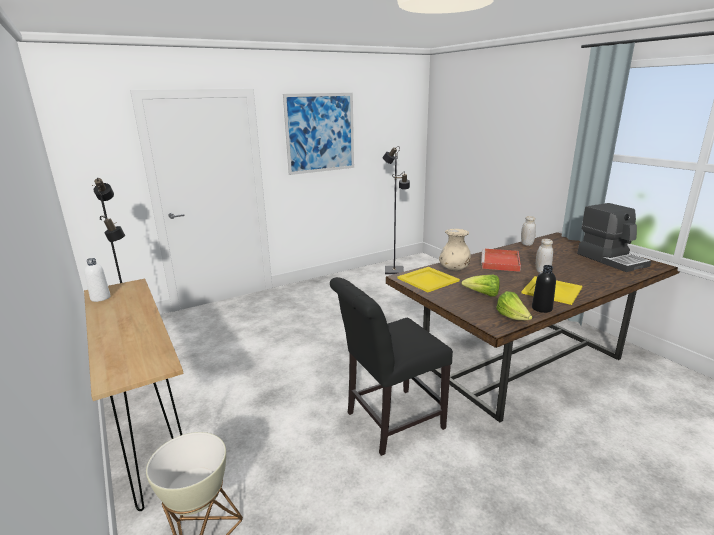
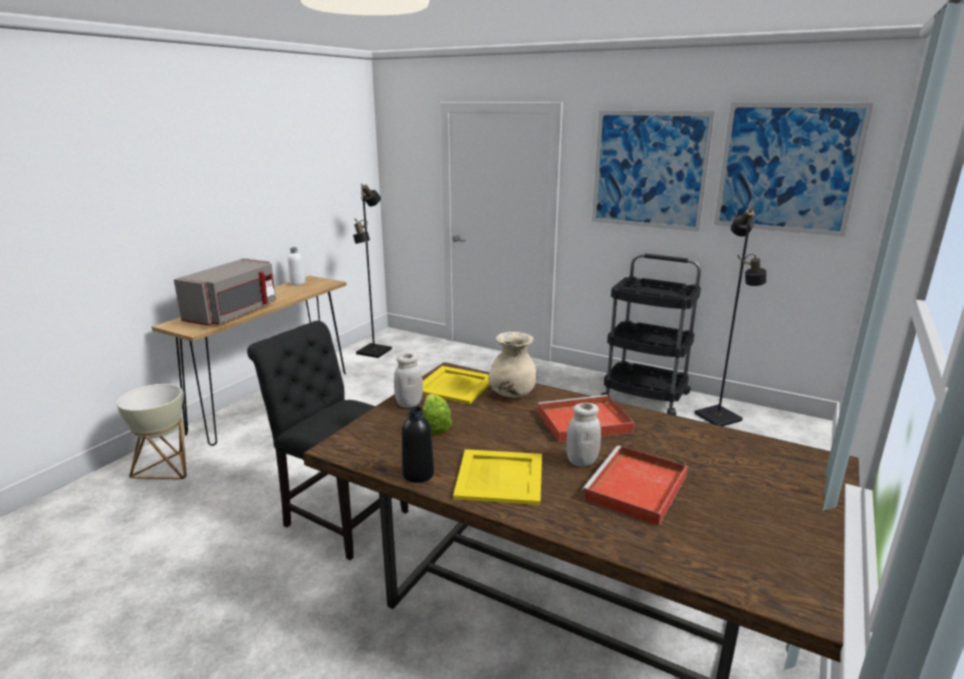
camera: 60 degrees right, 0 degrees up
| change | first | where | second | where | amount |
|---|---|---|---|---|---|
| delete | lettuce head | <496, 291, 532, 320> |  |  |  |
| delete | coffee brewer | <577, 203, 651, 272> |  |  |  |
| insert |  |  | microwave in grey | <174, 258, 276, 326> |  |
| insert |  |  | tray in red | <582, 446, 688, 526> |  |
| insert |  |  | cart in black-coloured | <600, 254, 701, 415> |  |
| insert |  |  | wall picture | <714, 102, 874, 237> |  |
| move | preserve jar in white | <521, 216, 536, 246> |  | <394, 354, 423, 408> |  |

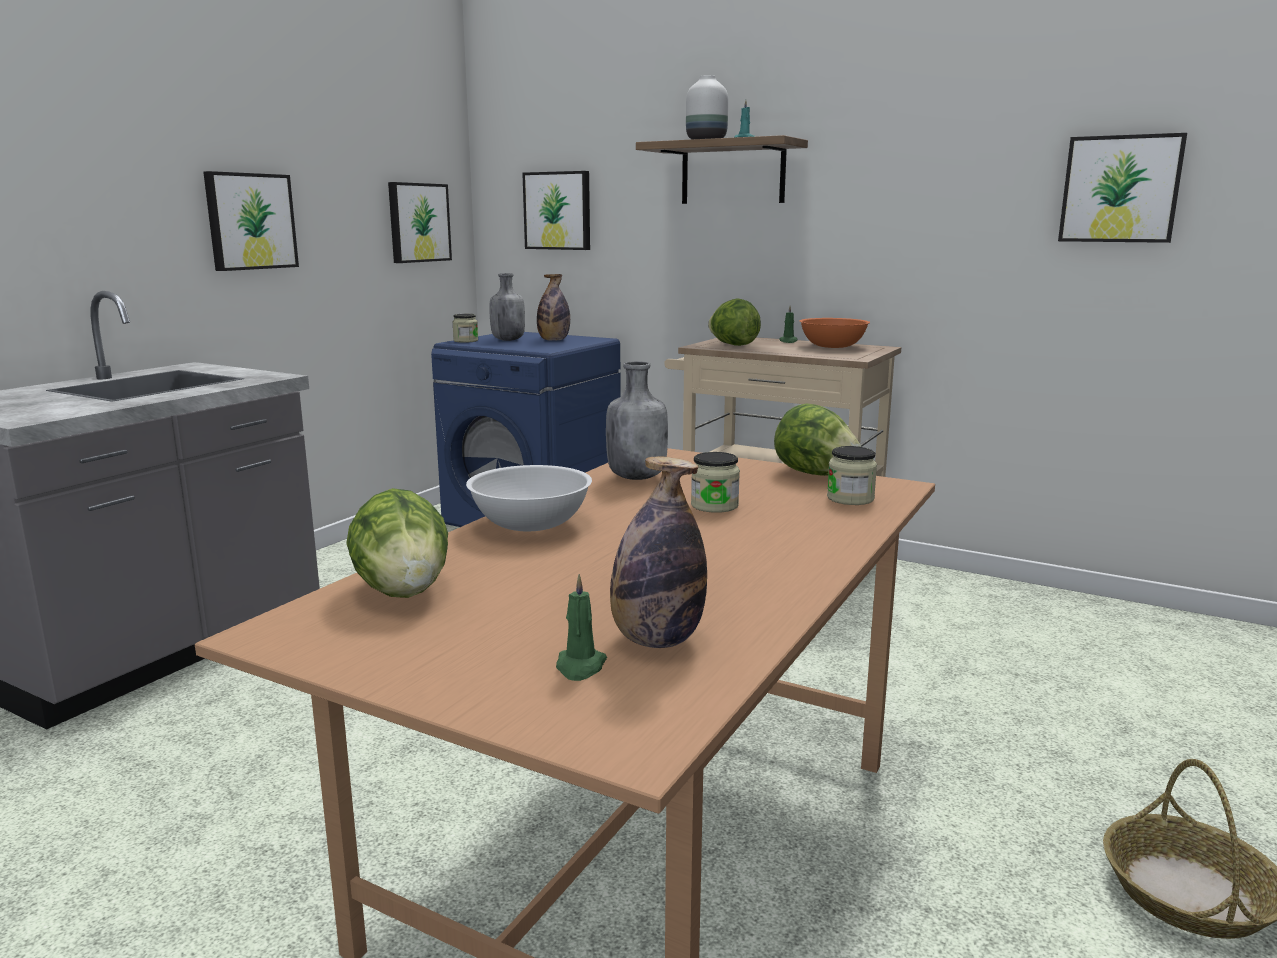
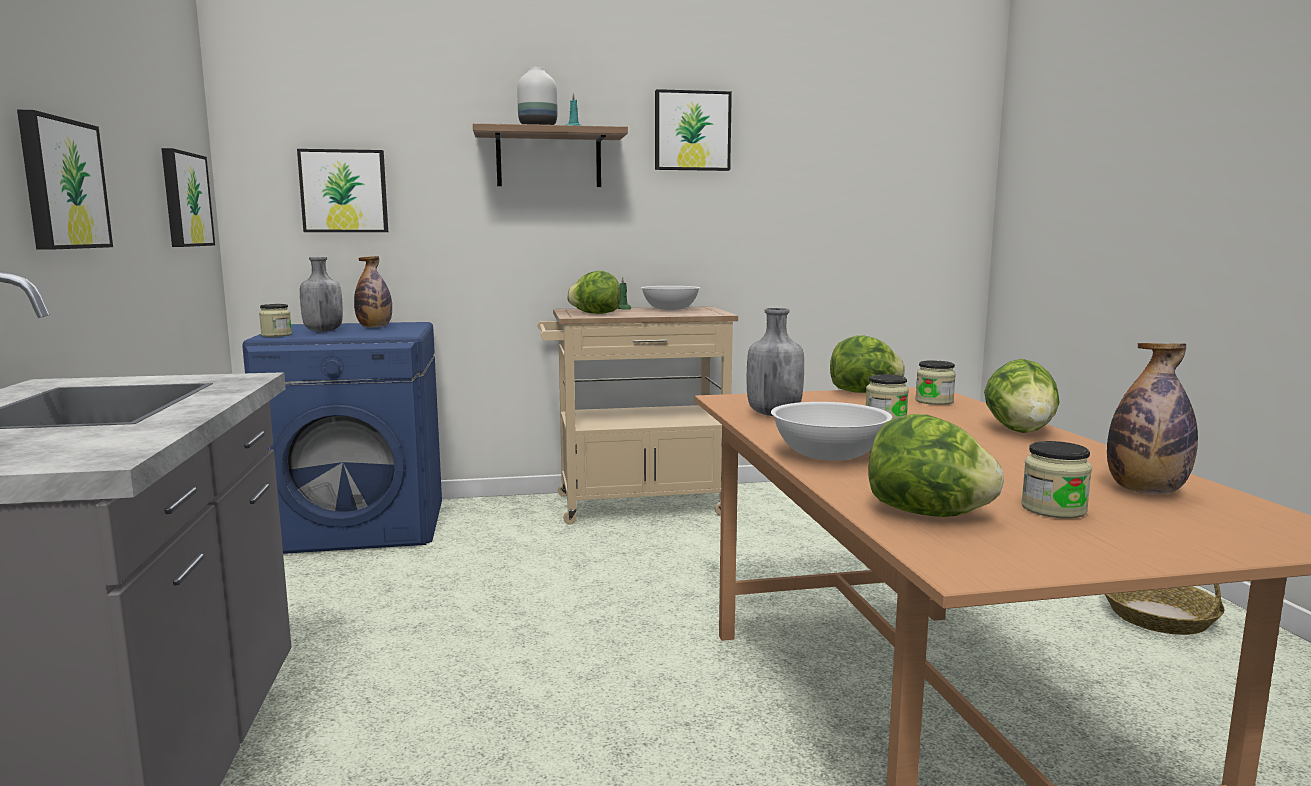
camera: 40 degrees left, 5 degrees down
| change | first | where | second | where | amount |
|---|---|---|---|---|---|
| delete | wax light in green | <556, 574, 607, 681> |  |  |  |
| insert |  |  | lettuce head | <984, 359, 1059, 433> |  |
| insert |  |  | preserve jar | <1021, 441, 1092, 519> |  |
| move | wall picture | <1058, 133, 1187, 243> |  | <655, 89, 732, 171> |  |
| recolor | serving bowl in orangey | <800, 318, 870, 348> | serving bowl in white | <641, 286, 700, 310> |  |

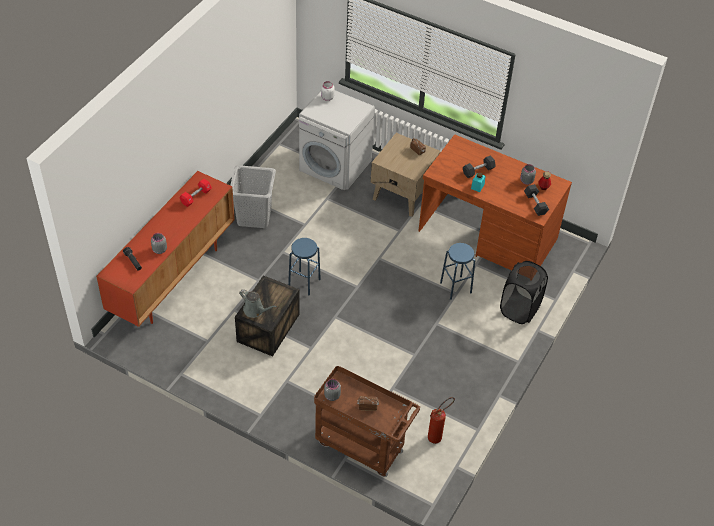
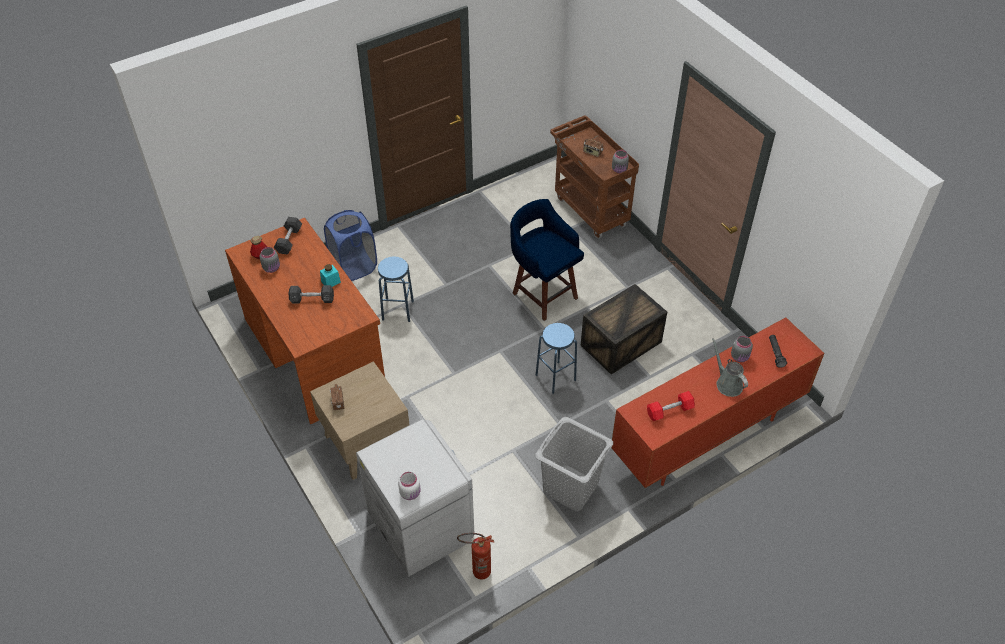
camera: 150 degrees left, 0 degrees up
| change | first | where | second | where | amount |
|---|---|---|---|---|---|
| insert |  |  | sitting stool in blue | <510, 199, 584, 321> |  |
| move | sprinkling can in grey | <239, 289, 277, 318> |  | <712, 338, 748, 397> |  |
| move | fire-fighting cylinder | <428, 397, 455, 444> |  | <457, 533, 494, 580> |  |
| recolor | washing basket in black-coloured | <500, 261, 548, 324> | washing basket in blue | <324, 210, 377, 281> |  |

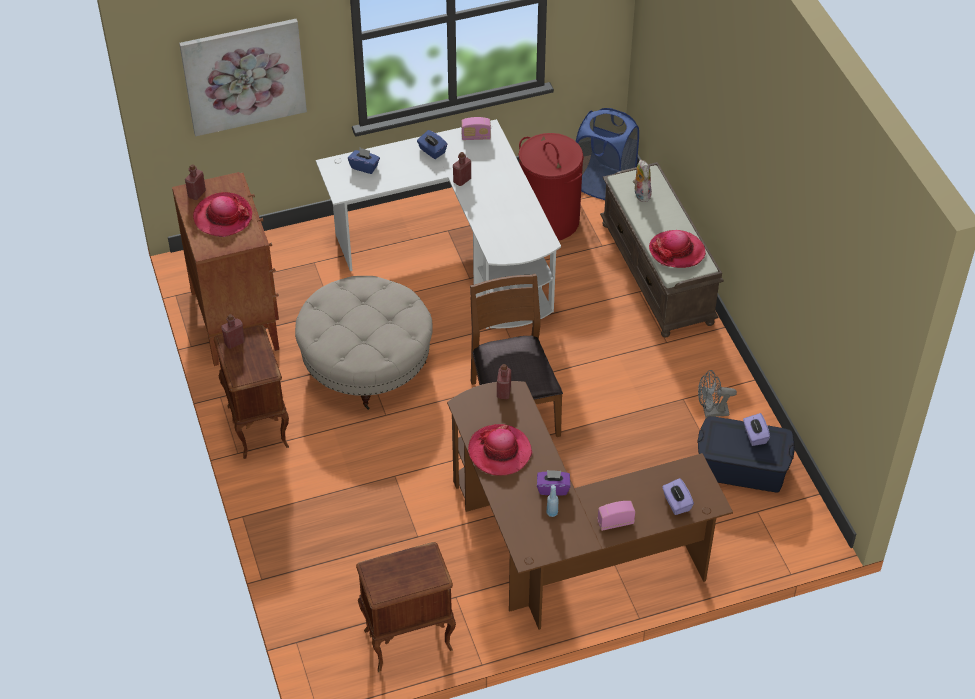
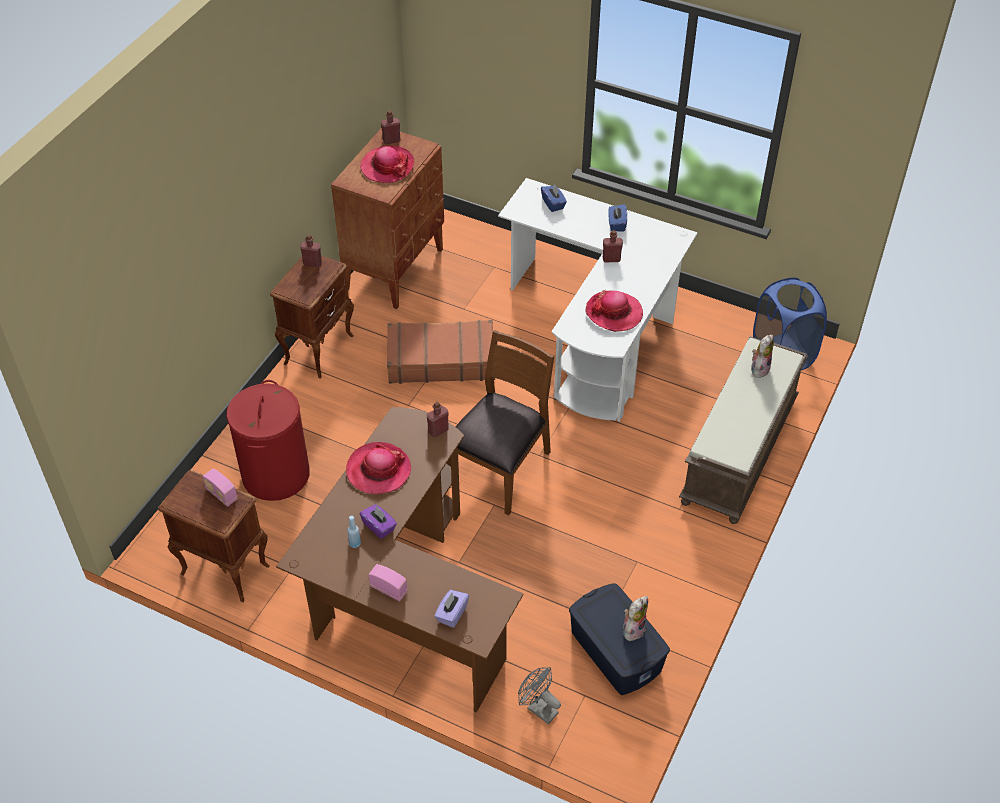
camera: 45 degrees right, 0 degrees up
| change | first | where | second | where | amount |
|---|---|---|---|---|---|
| delete | wall picture | <179, 19, 307, 136> |  |  |  |
| move | radio set | <461, 117, 491, 140> |  | <202, 469, 238, 507> |  |
| move | washing basket in red | <518, 133, 584, 241> |  | <226, 380, 310, 501> |  |
| move | clothing hat | <649, 230, 706, 268> |  | <585, 290, 643, 332> |  |
| move | electric fan in grey | <698, 370, 737, 417> |  | <518, 667, 561, 724> |  |
| replace | footrest in beige | <295, 276, 433, 410> | piece of luggage in brown | <387, 320, 495, 384> |  |
| replace | tissue box in purplish | <743, 413, 770, 446> | plush toy | <623, 596, 648, 641> |  |

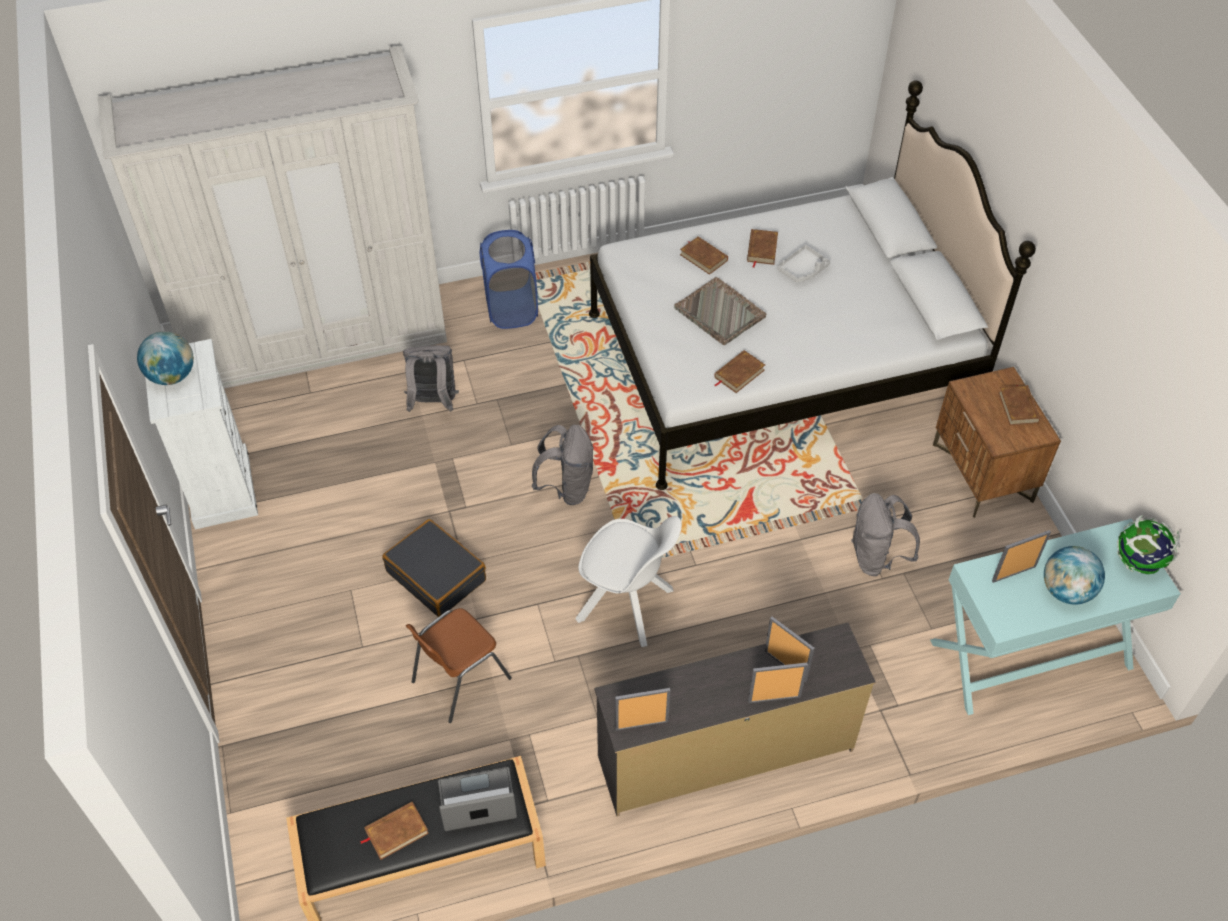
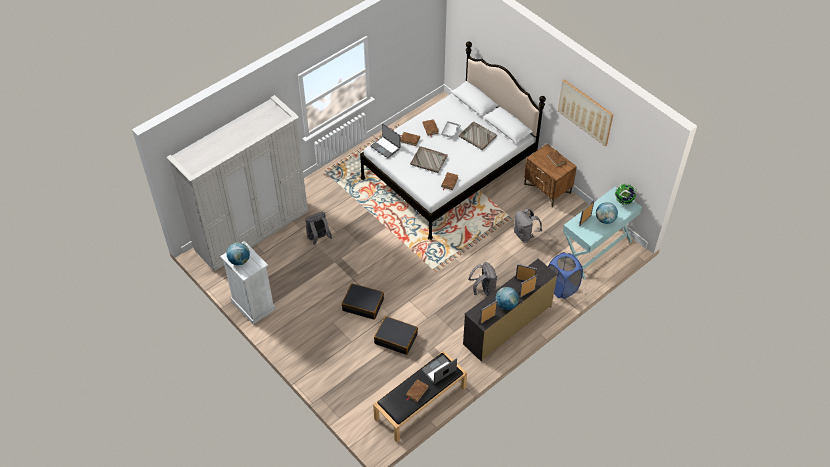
camera: 25 degrees left, 0 degrees up
| change | first | where | second | where | amount |
|---|---|---|---|---|---|
| delete | chair in white | <575, 516, 682, 647> |  |  |  |
| insert |  |  | laptop | <371, 124, 401, 158> |  |
| insert |  |  | tray in grey | <459, 121, 497, 150> |  |
| insert |  |  | desk globe | <496, 287, 519, 310> |  |
| insert |  |  | wall picture | <558, 79, 613, 146> |  |
| move | washing basket in blue | <480, 230, 538, 329> |  | <548, 252, 583, 299> |  |
| move | knapsack in grey | <532, 425, 594, 505> |  | <468, 262, 497, 296> |  |
| replace | chair in brown | <406, 608, 512, 723> | piece of luggage in black-coloured | <374, 316, 418, 355> |  |

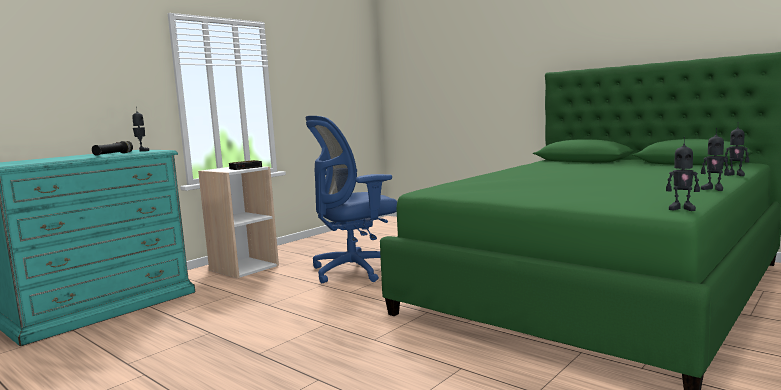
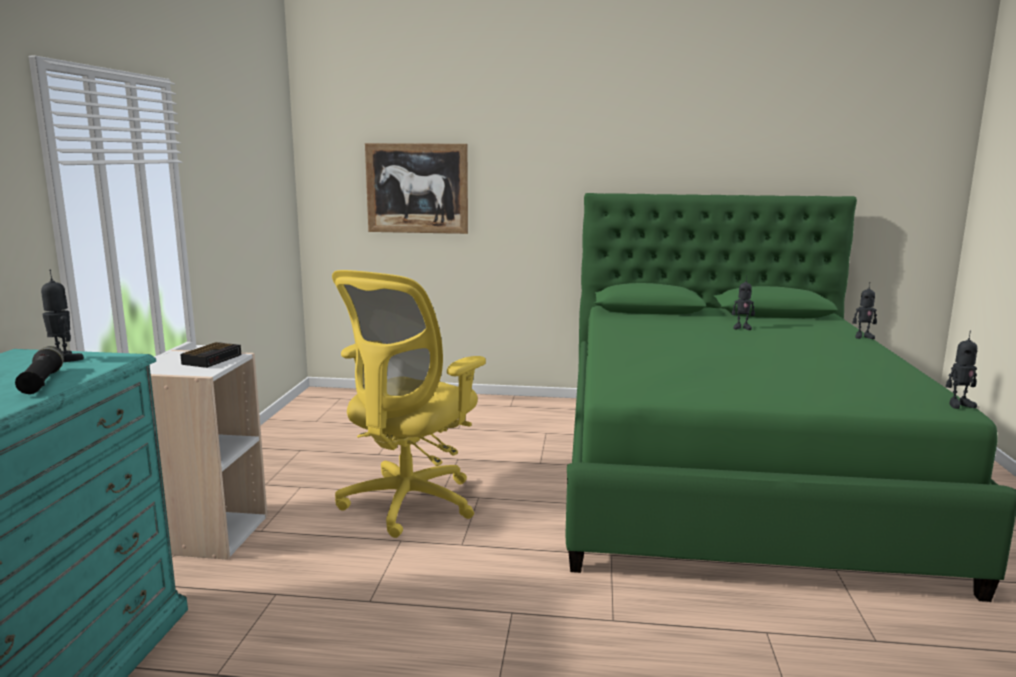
camera: 35 degrees left, 5 degrees up
| change | first | where | second | where | amount |
|---|---|---|---|---|---|
| insert |  |  | wall picture | <365, 143, 468, 234> |  |
| move | robot figure | <701, 128, 729, 191> |  | <732, 275, 755, 330> |  |
| recolor | office chair in blue | <305, 116, 397, 283> | office chair in yellow-coloured | <332, 270, 486, 538> |  |

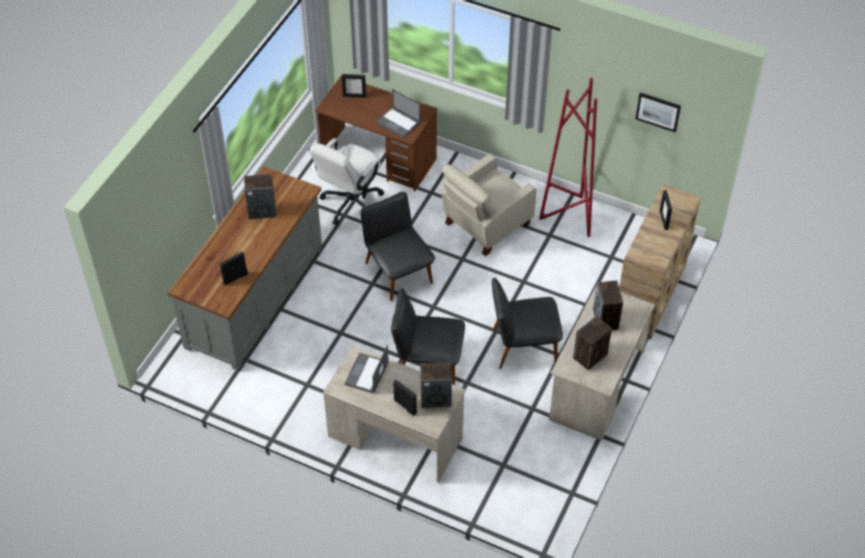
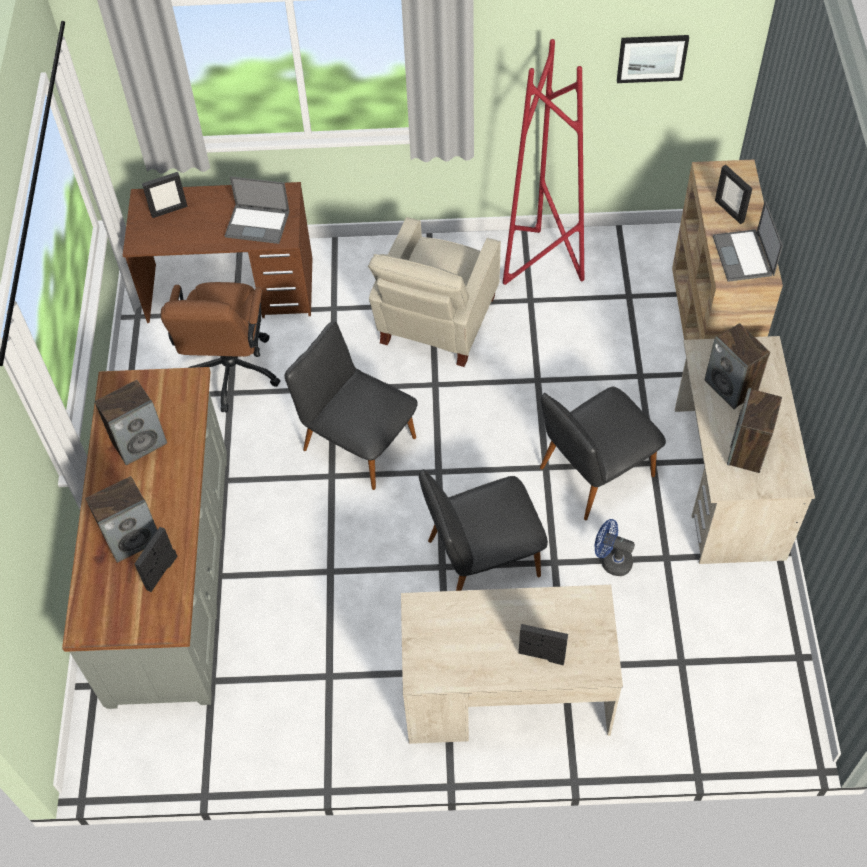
camera: 25 degrees left, 5 degrees up
| change | first | where | second | where | amount |
|---|---|---|---|---|---|
| insert |  |  | electric fan in blue | <594, 519, 635, 576> |  |
| move | laptop | <344, 345, 389, 394> |  | <713, 200, 783, 282> |  |
| move | speaker | <420, 363, 452, 408> |  | <86, 476, 157, 563> |  |
| recolor | office chair in white | <309, 138, 384, 225> | office chair in brown | <161, 282, 280, 413> |  |

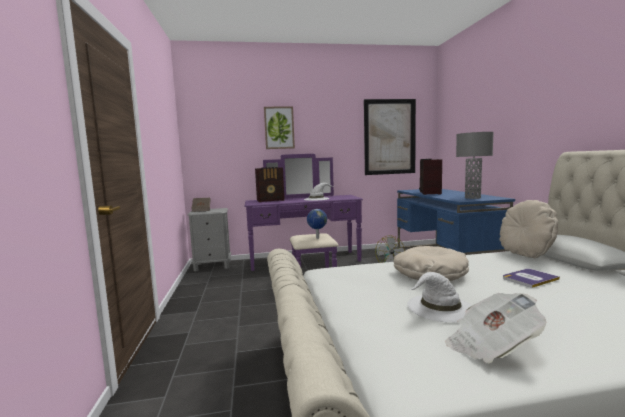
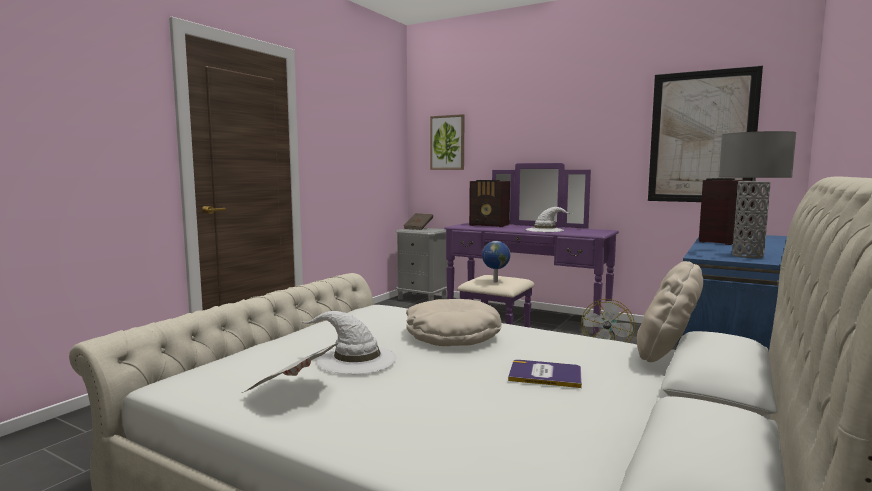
camera: 40 degrees right, 0 degrees up
| change | first | where | second | where | amount |
|---|---|---|---|---|---|
| move | wall picture | <264, 106, 295, 149> |  | <430, 114, 464, 170> |  |

